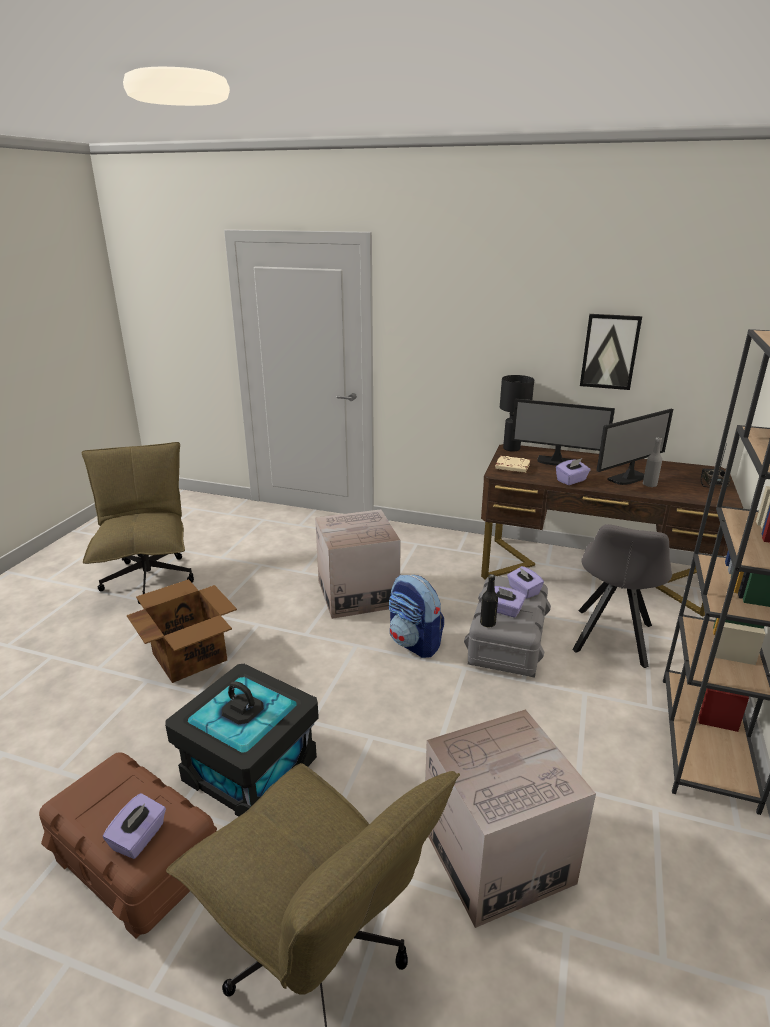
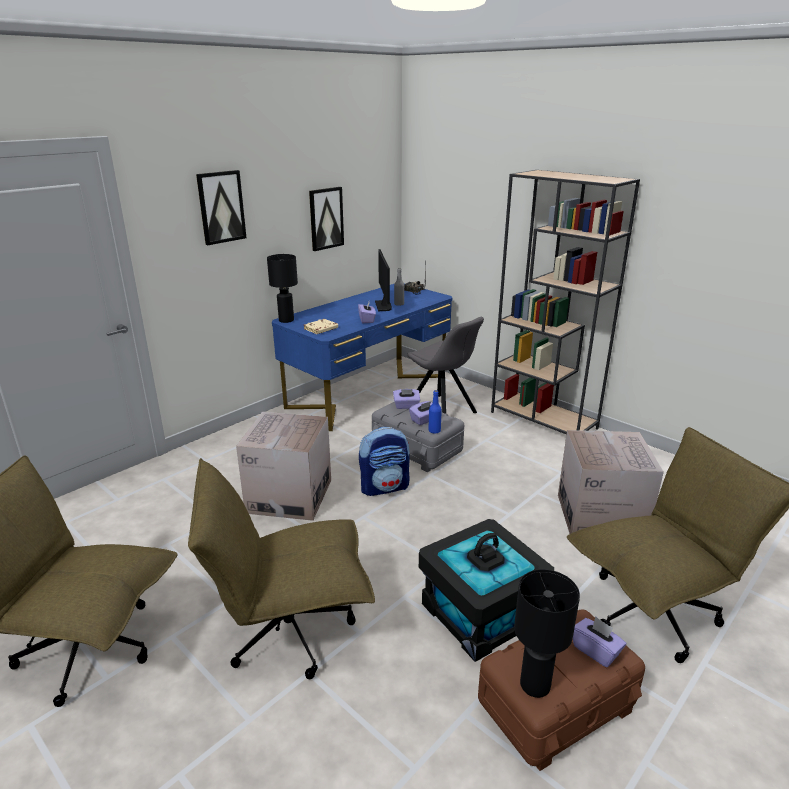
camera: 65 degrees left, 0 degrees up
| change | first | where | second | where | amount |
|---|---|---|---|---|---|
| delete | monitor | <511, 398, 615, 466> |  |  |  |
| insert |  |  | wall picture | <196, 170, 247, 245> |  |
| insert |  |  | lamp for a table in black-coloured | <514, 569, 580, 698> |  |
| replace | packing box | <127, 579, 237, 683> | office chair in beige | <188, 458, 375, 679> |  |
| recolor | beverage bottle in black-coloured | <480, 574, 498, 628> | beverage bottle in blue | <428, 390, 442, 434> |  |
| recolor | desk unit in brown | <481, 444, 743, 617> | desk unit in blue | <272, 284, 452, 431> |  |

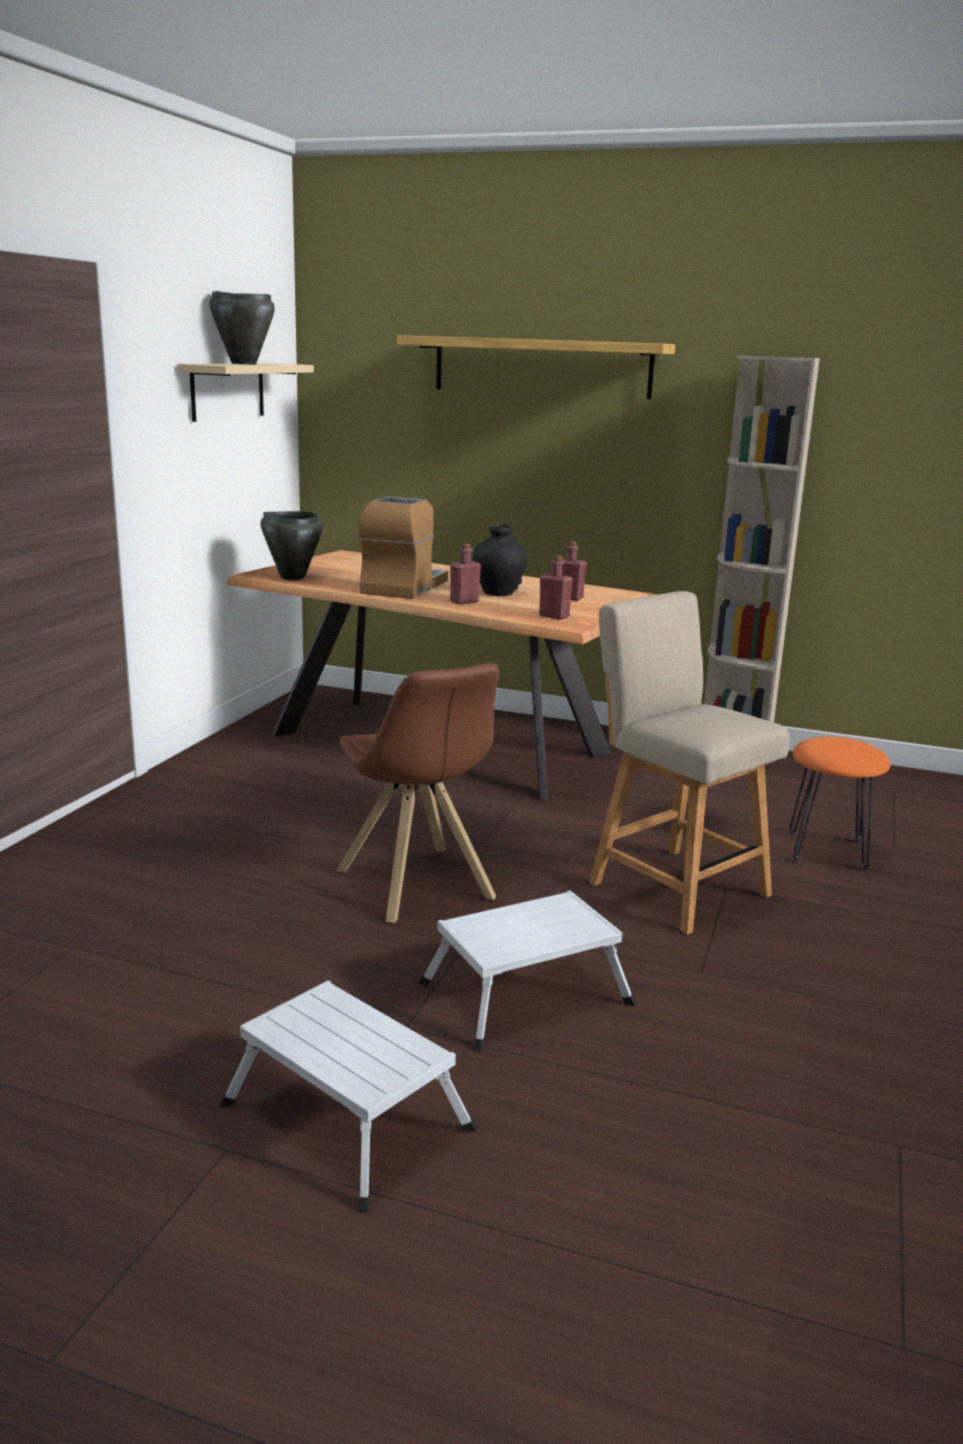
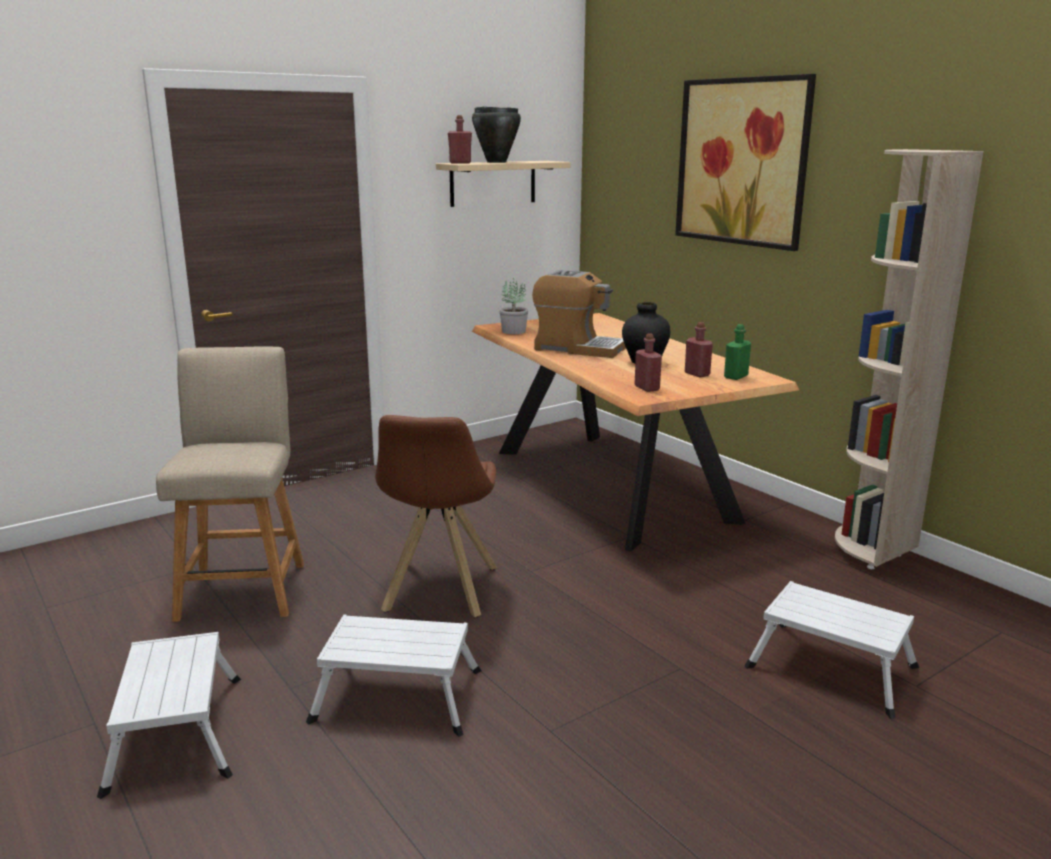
camera: 35 degrees right, 0 degrees up
| change | first | where | second | where | amount |
|---|---|---|---|---|---|
| insert |  |  | beverage bottle in green | <724, 324, 751, 380> |  |
| move | beverage bottle in red | <450, 543, 481, 605> |  | <448, 115, 472, 163> |  |
| move | chair in beige | <590, 591, 790, 935> |  | <156, 346, 304, 622> |  |
| replace | saucepot in black-coloured | <260, 511, 323, 580> | potted plant | <499, 278, 528, 334> |  |
| replace | bracket shelf | <397, 335, 675, 399> | wall picture | <675, 74, 816, 251> |  |
| replace | sitting stool in orangey | <788, 737, 890, 871> | step stool in white | <744, 581, 919, 719> |  |
| rotate | coffee brewer | <358, 497, 448, 599> |  | <532, 270, 626, 358> | 60 degrees clockwise |

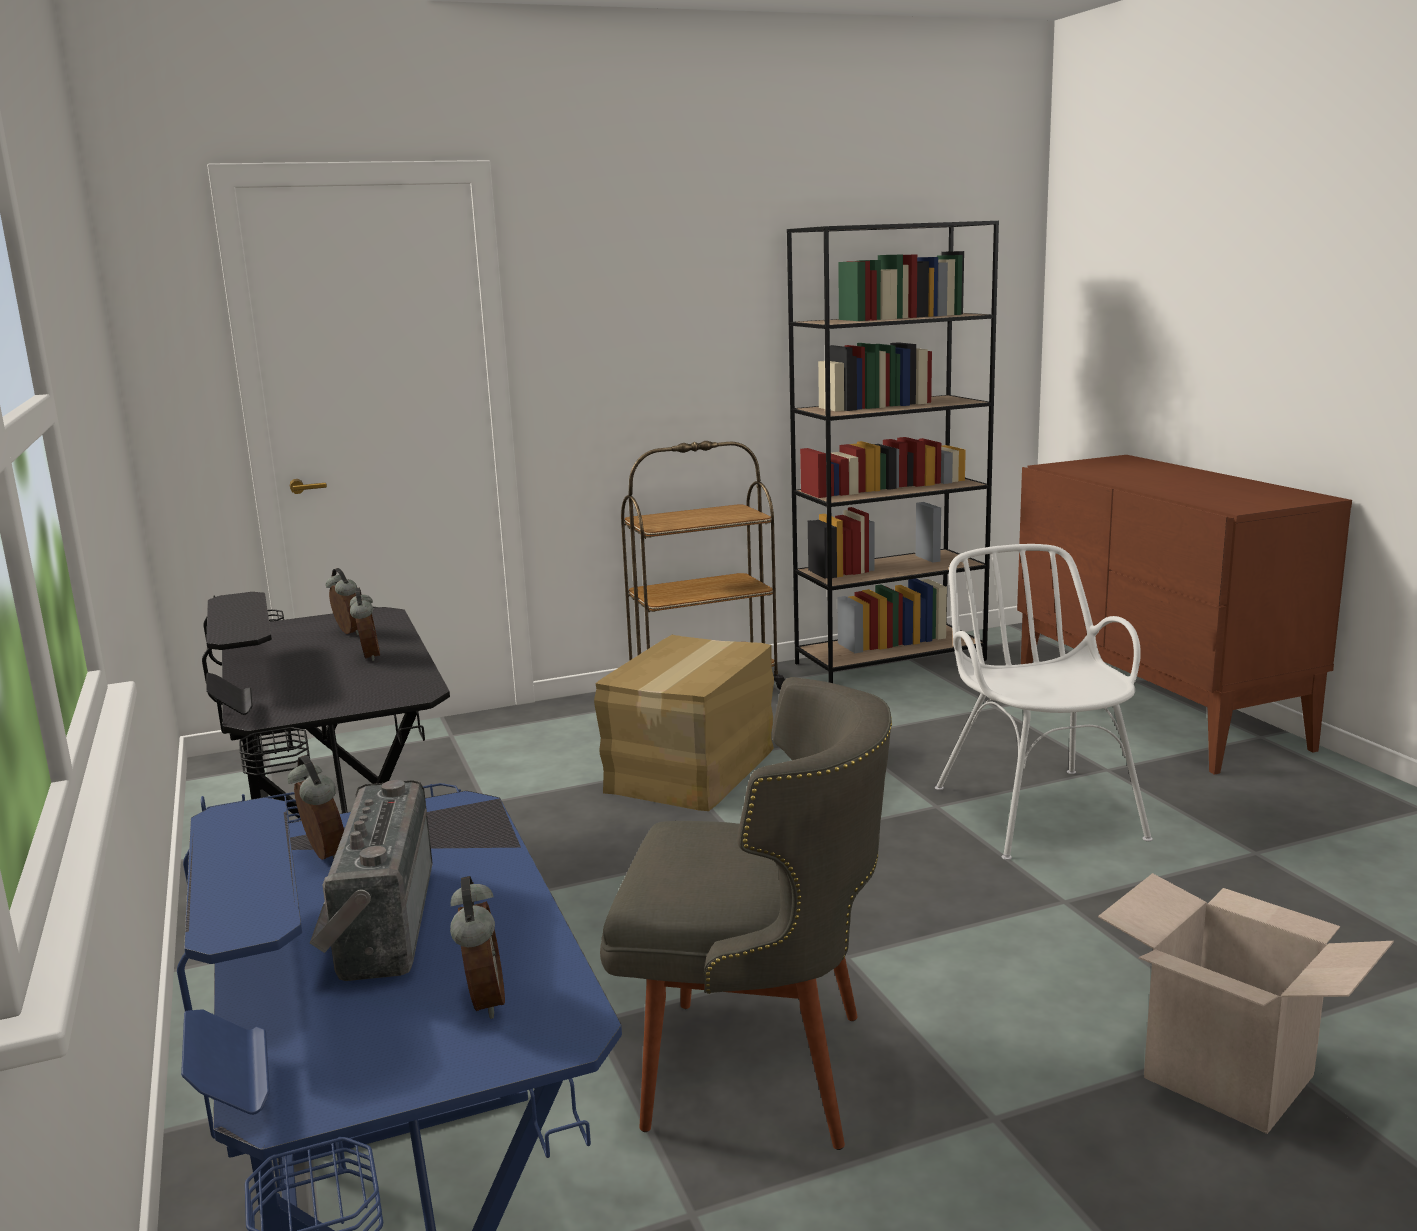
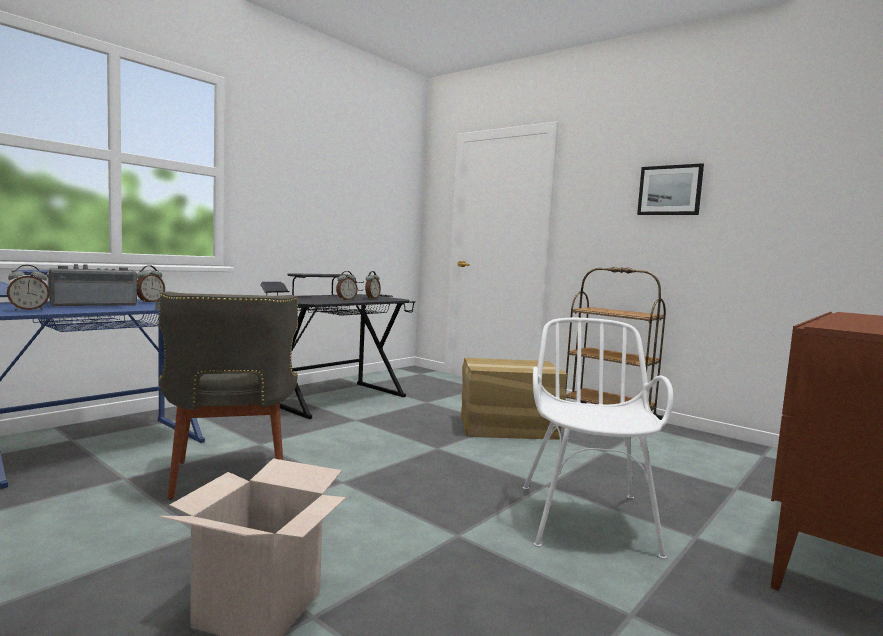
camera: 60 degrees right, 10 degrees down
| change | first | where | second | where | amount |
|---|---|---|---|---|---|
| delete | shelving unit in beige | <787, 221, 999, 683> |  |  |  |
| insert |  |  | wall picture | <637, 163, 704, 215> |  |
| rotate | chair in white | <935, 544, 1153, 860> |  | <523, 318, 673, 559> | 45 degrees counterclockwise |

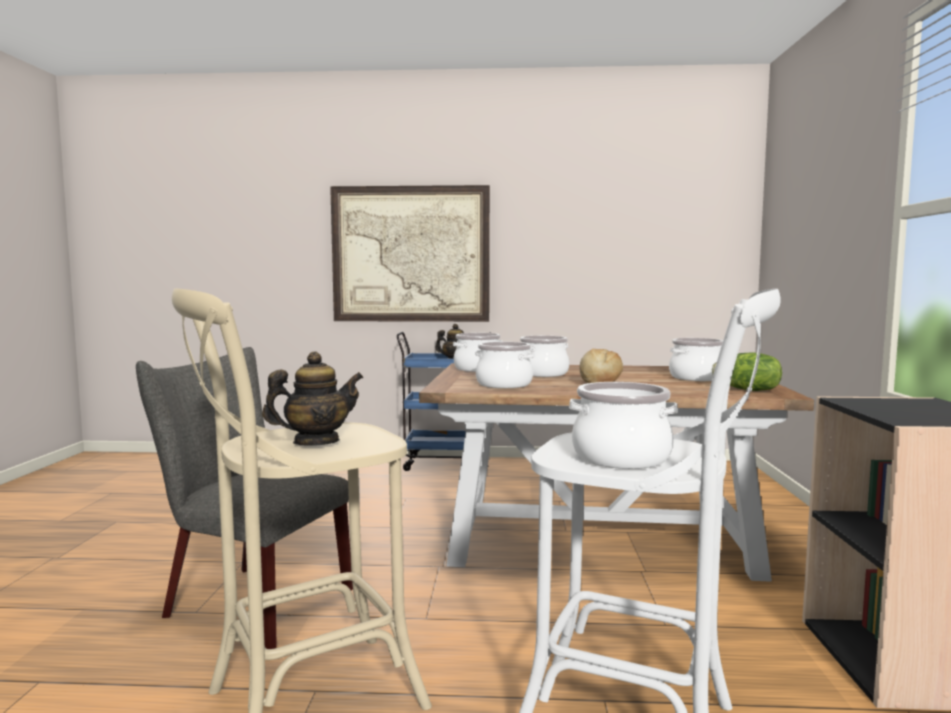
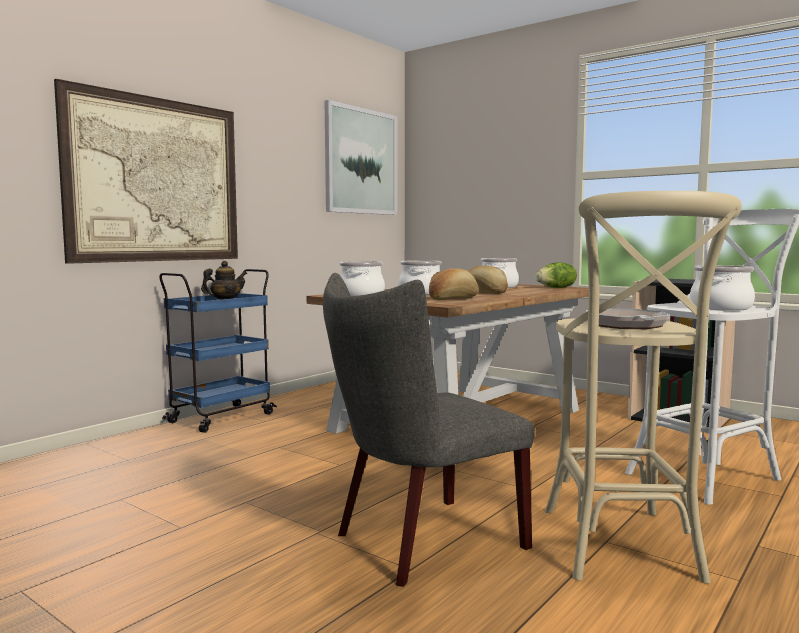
camera: 55 degrees left, 0 degrees up
| change | first | where | second | where | amount |
|---|---|---|---|---|---|
| insert |  |  | wall picture | <325, 100, 397, 215> |  |
| replace | teapot | <262, 351, 363, 445> | pan | <586, 309, 670, 329> |  |
| replace | saucepot | <475, 342, 534, 388> | bakery bread | <429, 268, 479, 300> |  |

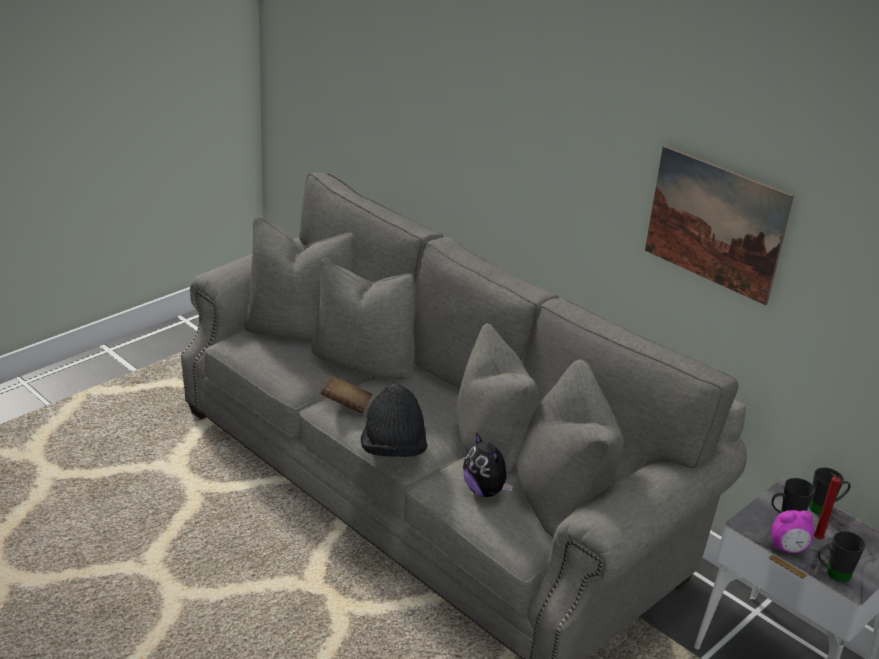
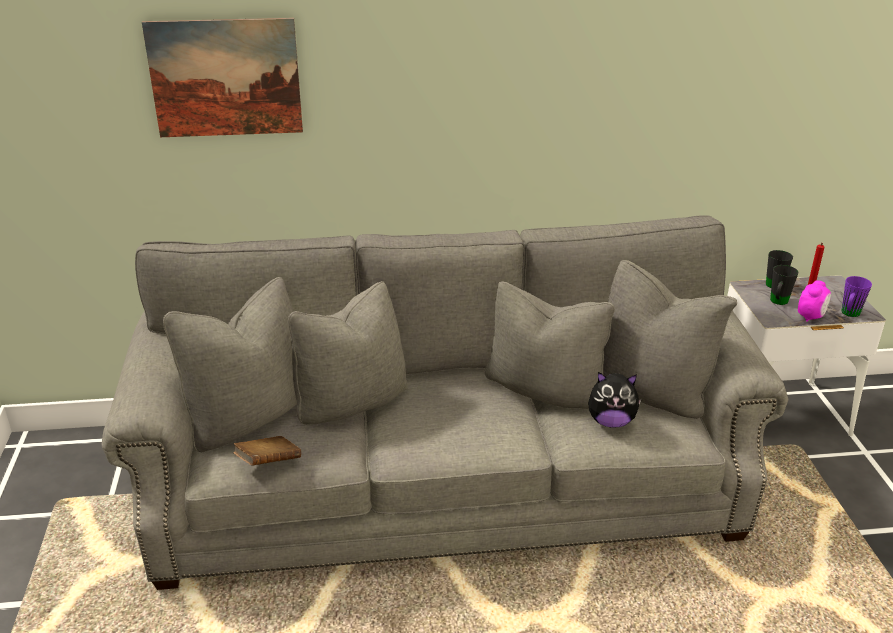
camera: 50 degrees left, 0 degrees up
| change | first | where | second | where | amount |
|---|---|---|---|---|---|
| delete | clothing hat in black-coloured | <361, 384, 428, 457> |  |  |  |
| move | bound book in brown | <320, 375, 373, 414> |  | <233, 436, 301, 466> |  |
| move | wall picture | <645, 146, 794, 305> |  | <142, 18, 303, 137> |  |
| recolor | tea mug in black-coloured | <818, 531, 865, 582> | tea mug in purplish | <841, 276, 872, 317> |  |

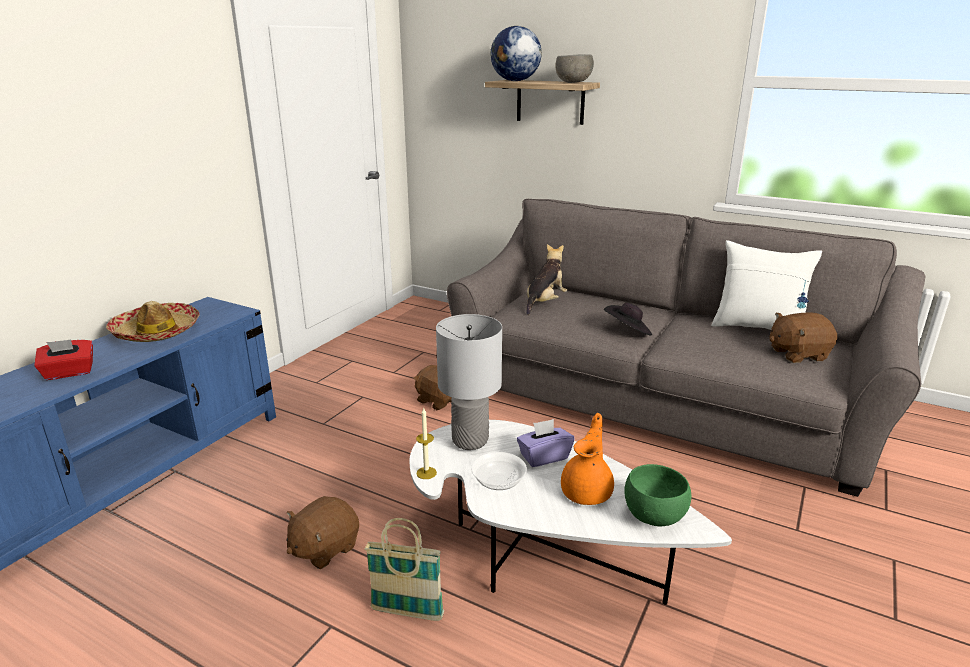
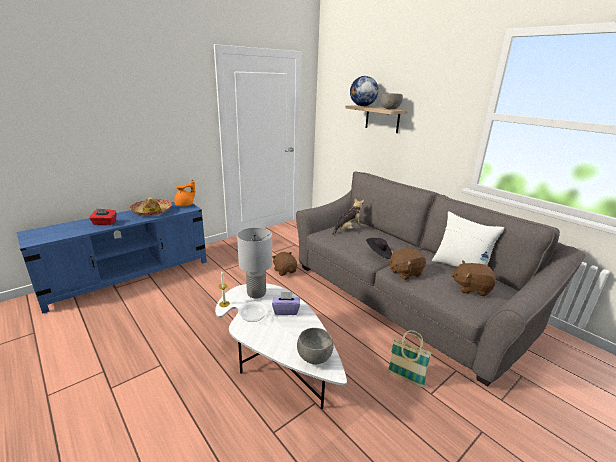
camera: 20 degrees right, 0 degrees up
| change | first | where | second | where | amount |
|---|---|---|---|---|---|
| move | plush toy in brown | <286, 496, 359, 569> |  | <390, 248, 426, 280> |  |
| move | storage basket | <365, 518, 444, 621> |  | <388, 330, 432, 387> |  |
| move | teapot in orangey | <561, 413, 614, 505> |  | <174, 179, 195, 206> |  |
| recolor | serving bowl in green | <624, 464, 691, 526> | serving bowl in grey | <297, 328, 334, 364> |  |

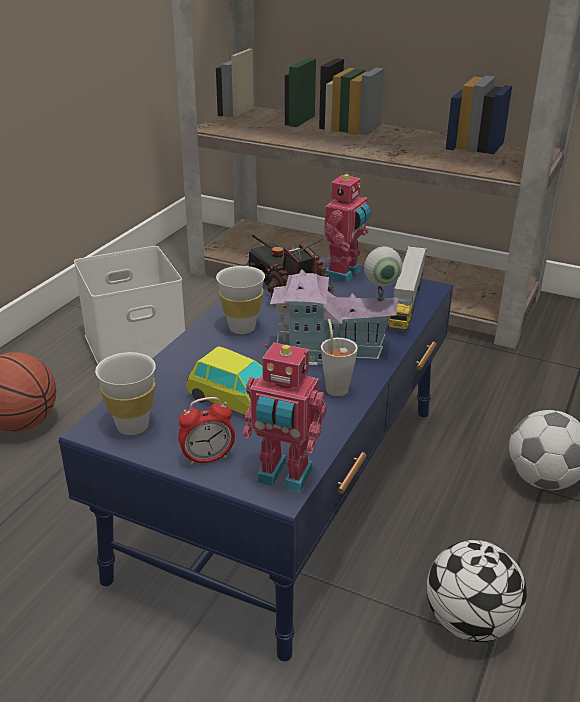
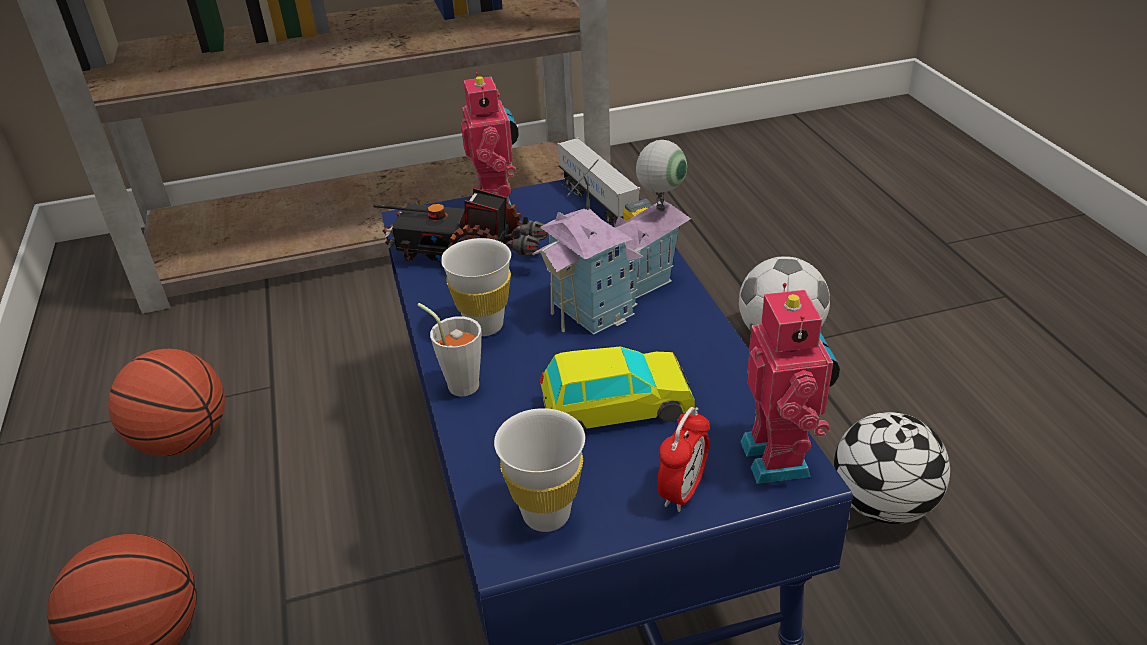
camera: 40 degrees left, 5 degrees up
| change | first | where | second | where | amount |
|---|---|---|---|---|---|
| move | cup in grey | <321, 319, 358, 396> |  | <417, 303, 481, 396> |  |
| replace | storage box in white | <74, 246, 185, 364> | basketball | <108, 349, 225, 456> |  |
| rotate | robot figure | <243, 343, 327, 493> |  | <741, 283, 840, 484> | 75 degrees counterclockwise |

